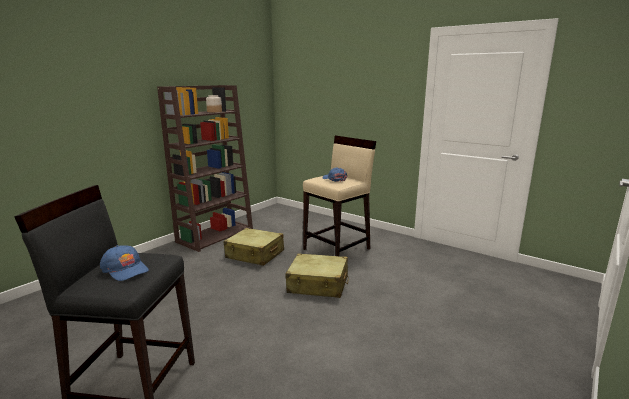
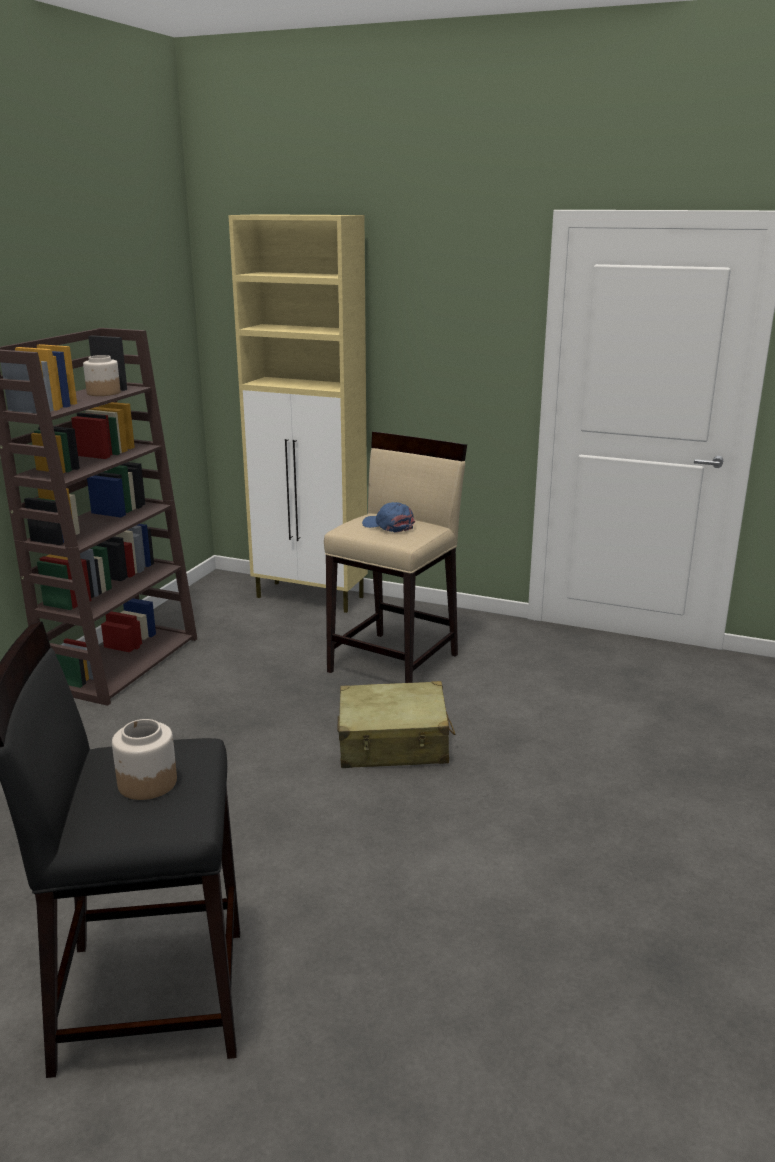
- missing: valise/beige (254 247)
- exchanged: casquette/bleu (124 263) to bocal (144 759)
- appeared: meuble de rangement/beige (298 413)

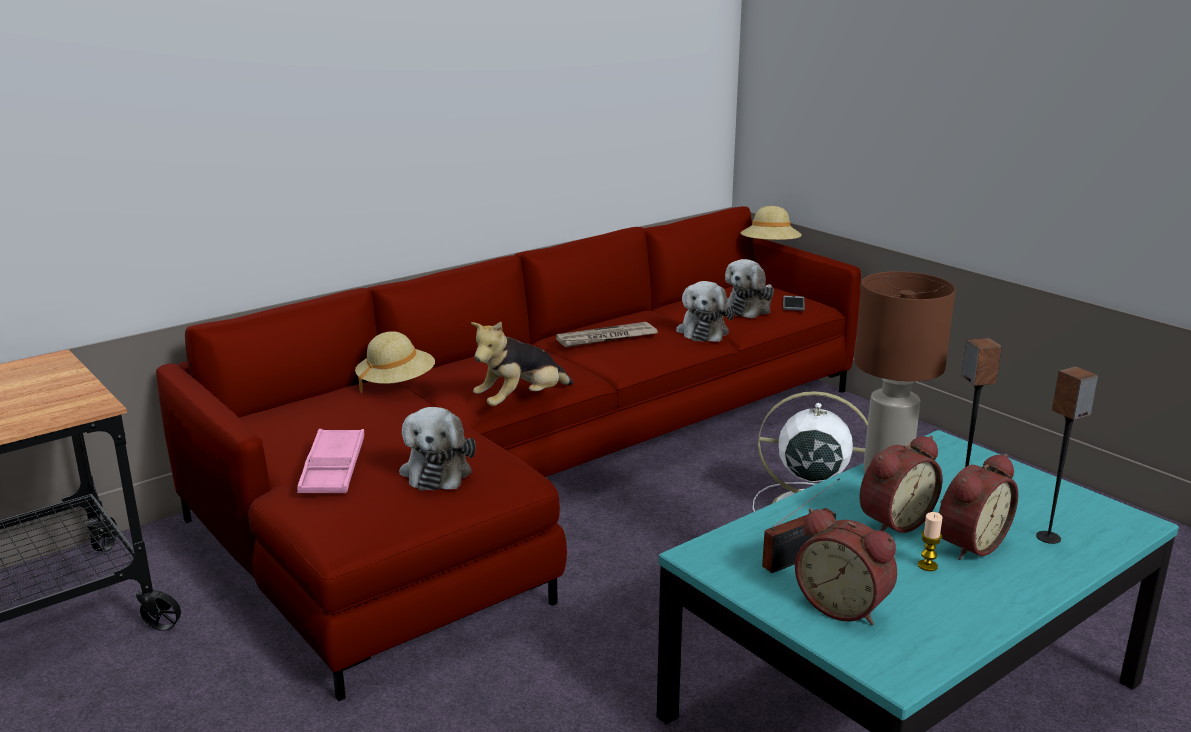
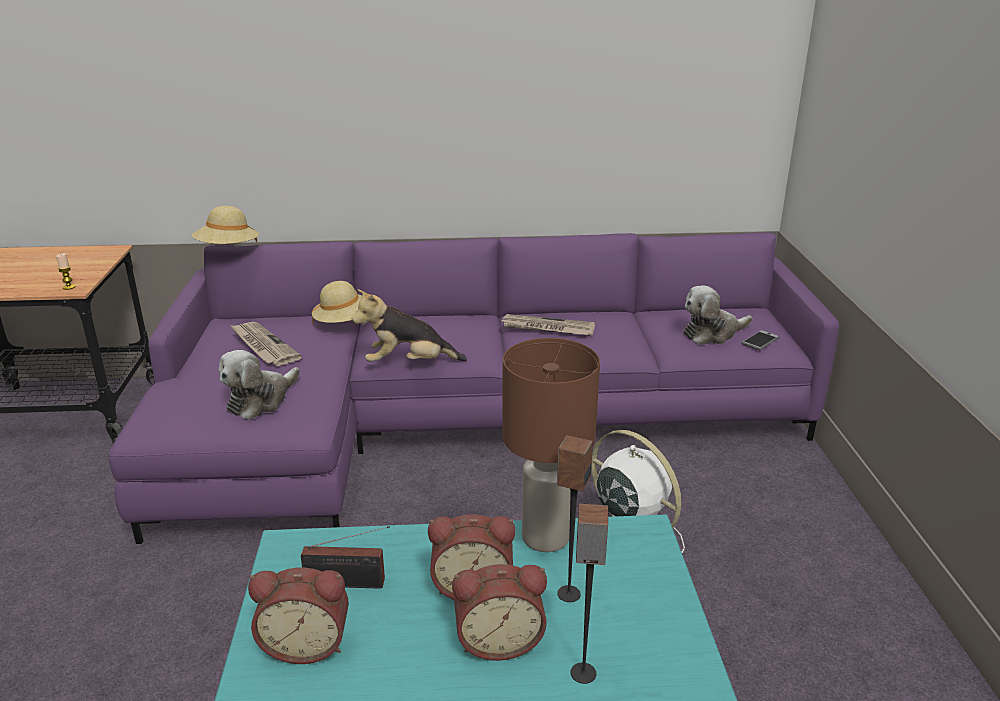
- colour: canapé/rouge (508 453) to canapé/violet (473 388)
- relocated: chapeau/beige (771 223) to (225 225)
- missing: peluche (705 311)
- missing: plateau/rose (330 461)
- spun: réveil (846 566) = (298 616) 75 degrees counterclockwise
- relocated: bougie (930 541) to (66 271)
- appeared: journal (266 344)

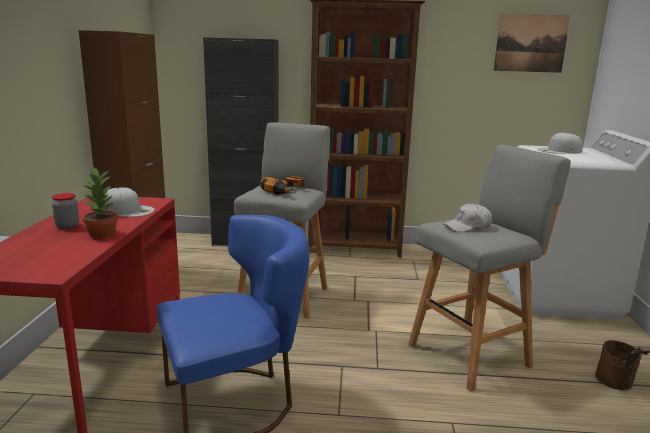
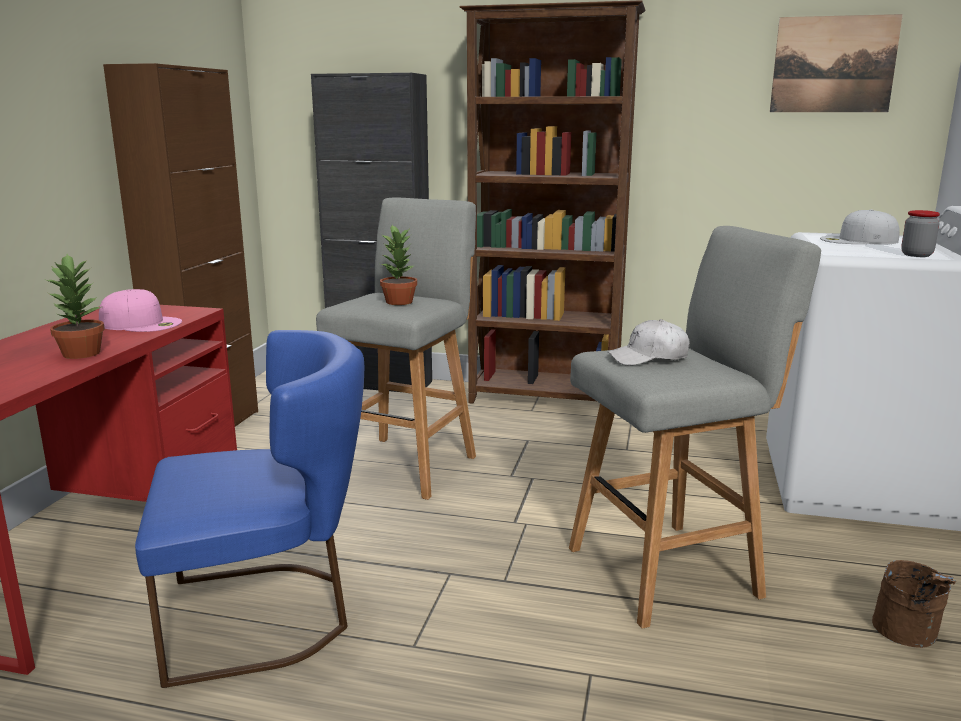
- exchanged: perceuse (282 185) to plante en pot (398 265)
- colour: casquette/blanc (128 202) to casquette/rose (140 310)
- relocated: bocal (65 211) to (920 233)

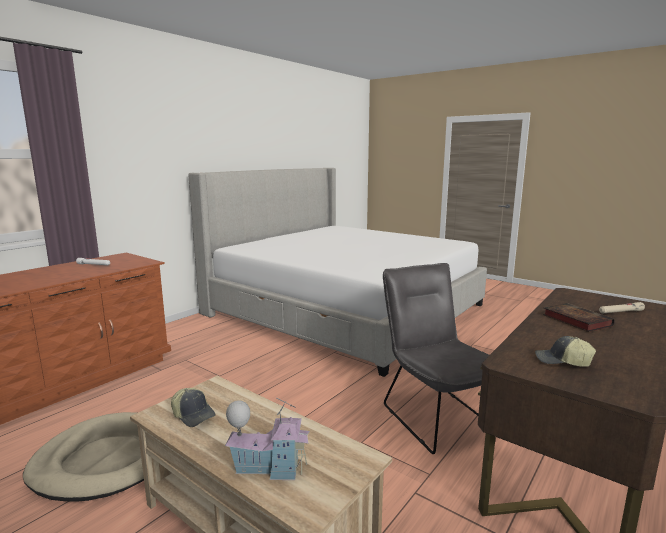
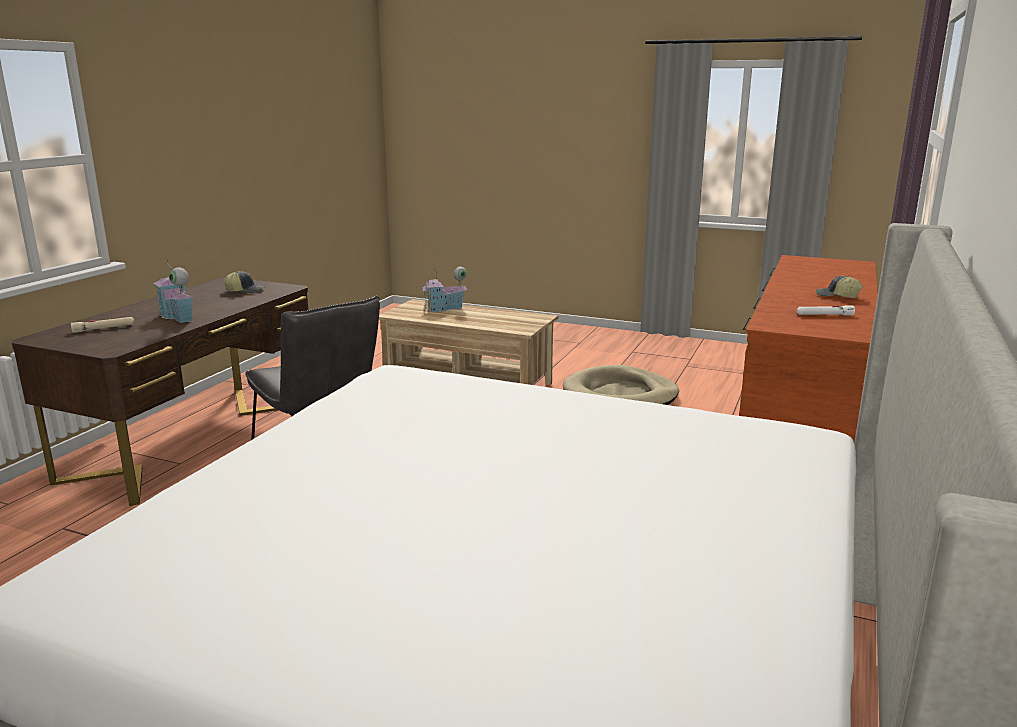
- exchanged: livre (579 317) to maison miniature (173 291)
- relocated: casquette (193 407) to (839 287)

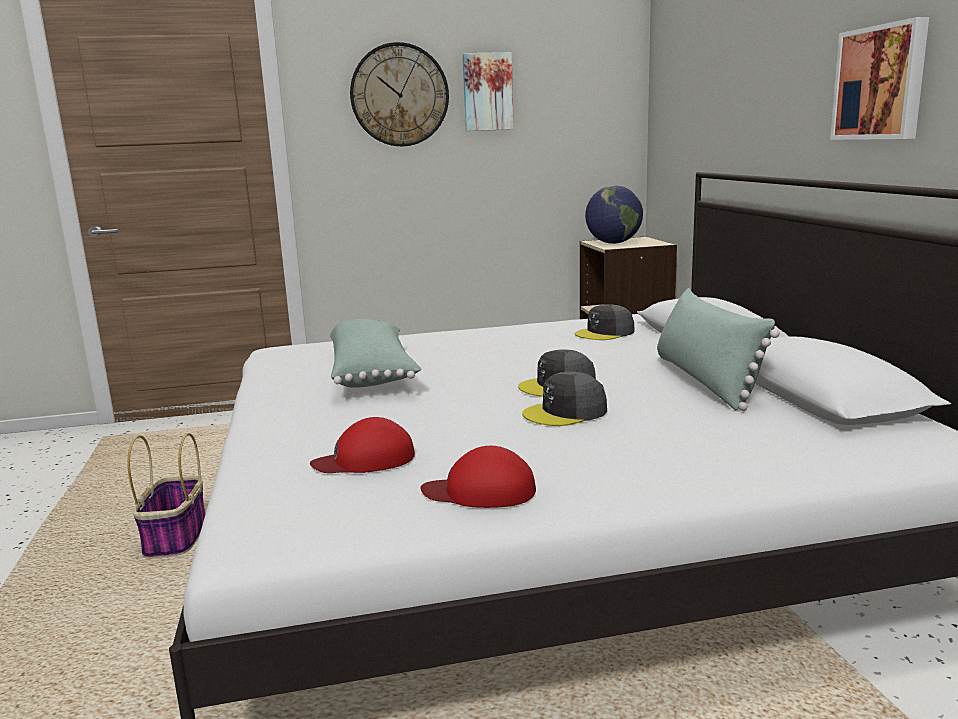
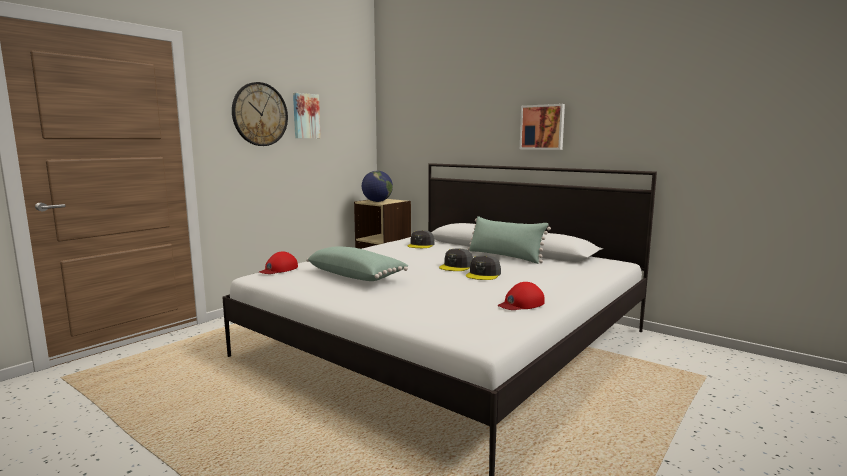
- relocated: casquette/rouge (362 445) to (278 262)
- missing: panier (166 496)

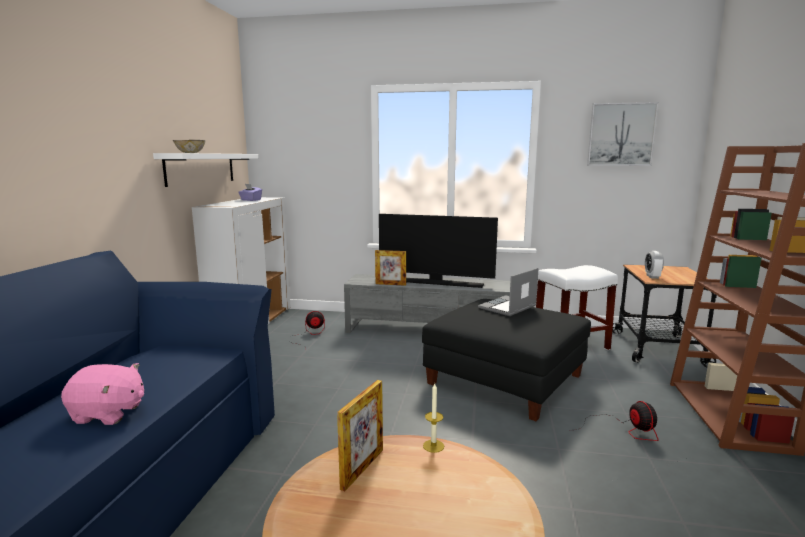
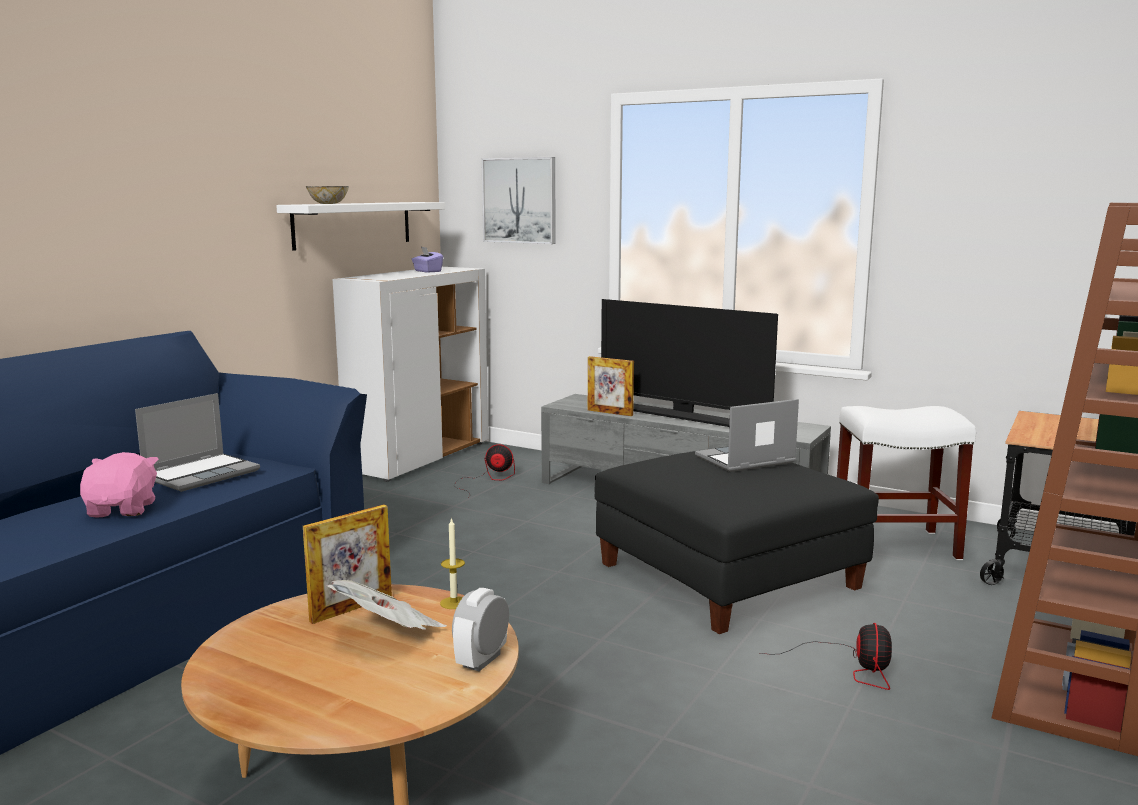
- relocated: tableau (623 134) to (518 200)
- relocated: réveil (654 265) to (480 629)
- spun: peluche/rose (102 394) = (119 484) 120 degrees counterclockwise
- appeared: ordinateur portable (197 442)
- appeared: journal (387 605)

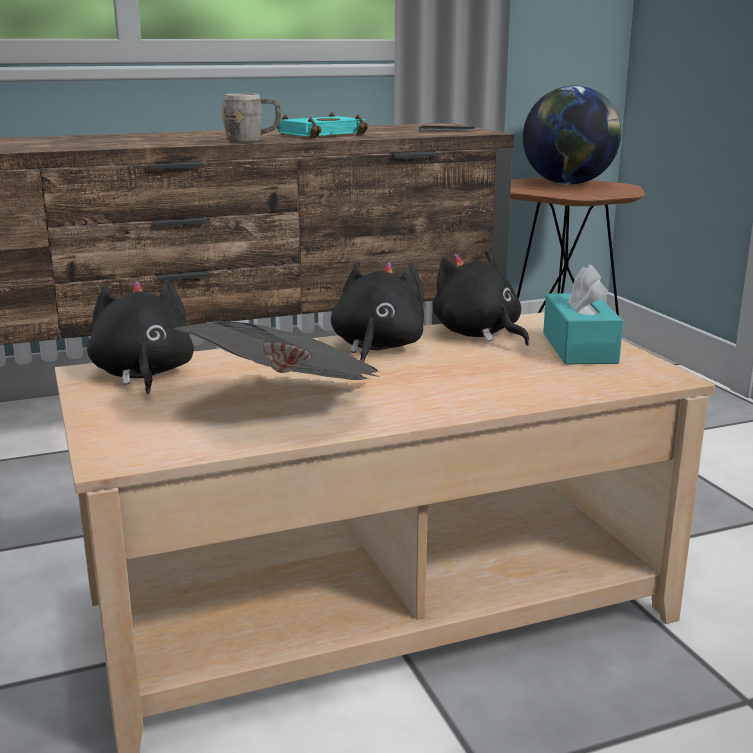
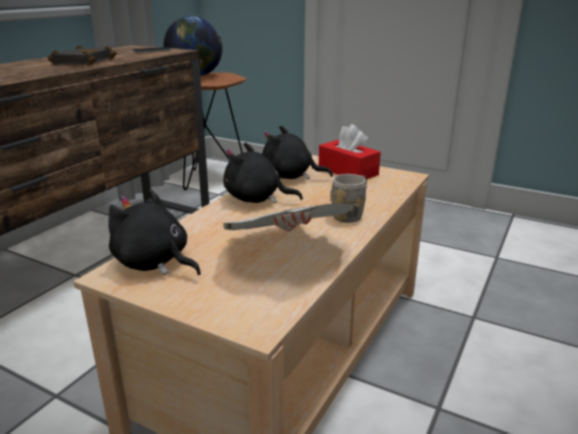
- relocated: mug/gris (251 118) to (348 198)
- colour: livre/turquoise (322 125) to livre/noir (82 55)
- spun: peluche/noir (377 311) = (263 173) 45 degrees counterclockwise
- colour: boîte à mouchoirs/turquoise (583 314) to boîte à mouchoirs/rouge (350 151)

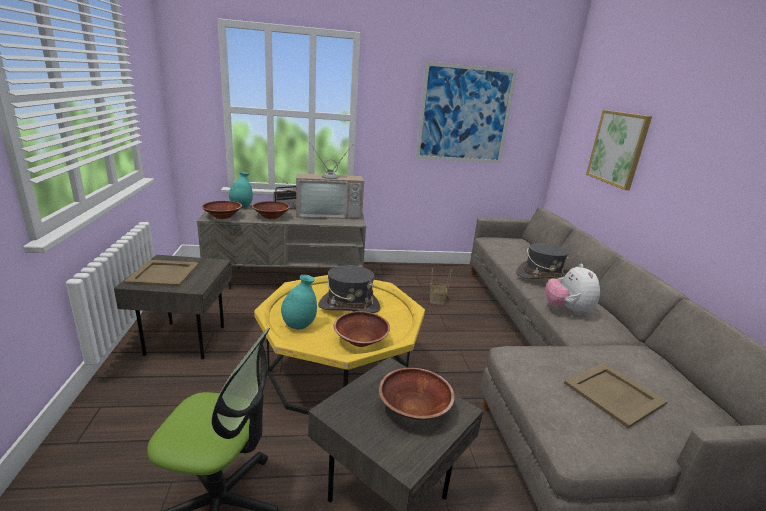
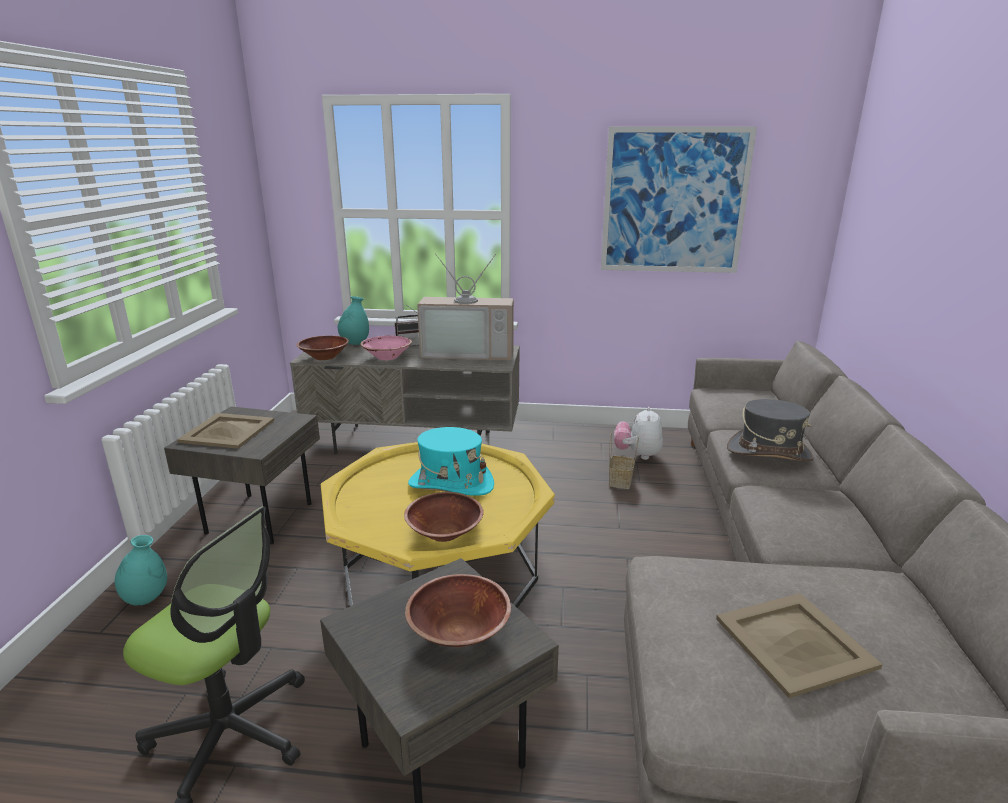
- missing: tableau (619 150)
- colour: bol/marron (271 210) to bol/rose (386 347)
- relocated: peluche (572 289) to (638 433)
- colour: chapeau/gris (349 289) to chapeau/turquoise (451 461)
- relocated: vase/turquoise (299 302) to (141 570)

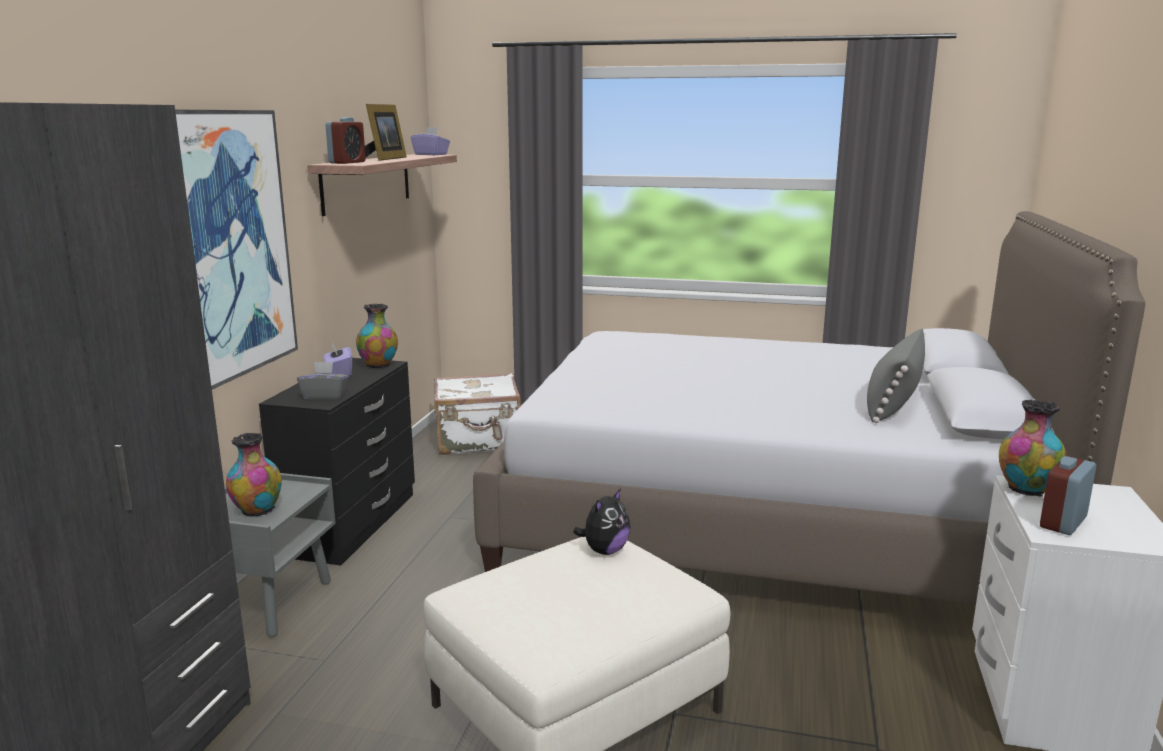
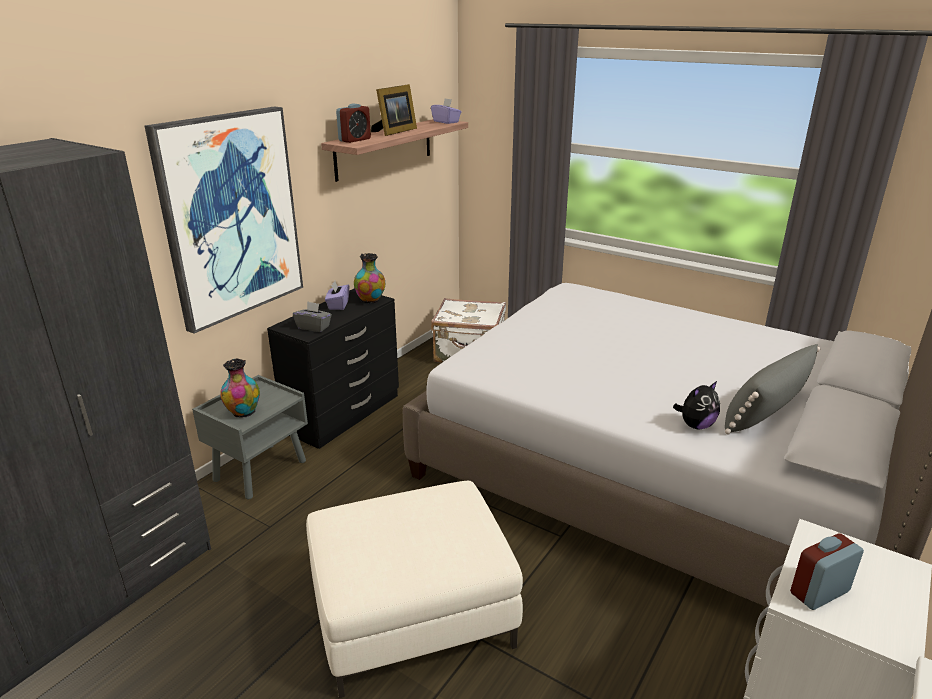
- missing: vase (1032 448)
- relocated: peluche (601 521) to (696 405)

